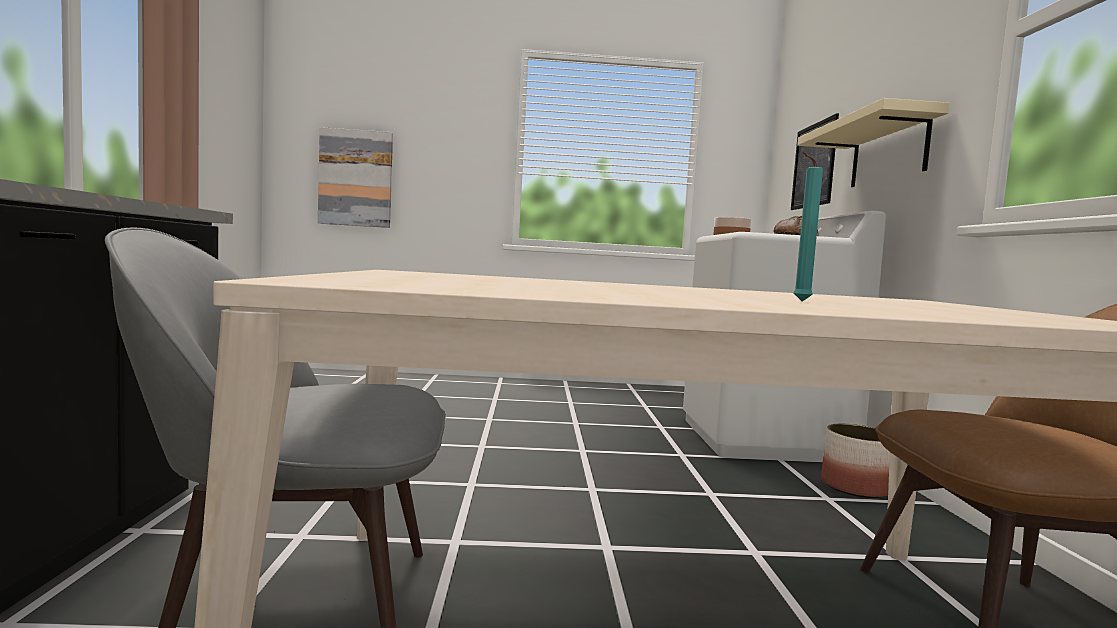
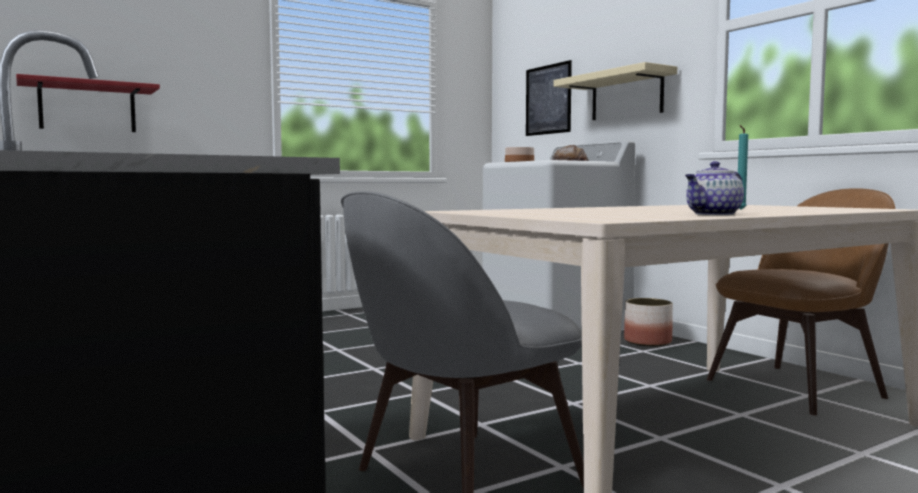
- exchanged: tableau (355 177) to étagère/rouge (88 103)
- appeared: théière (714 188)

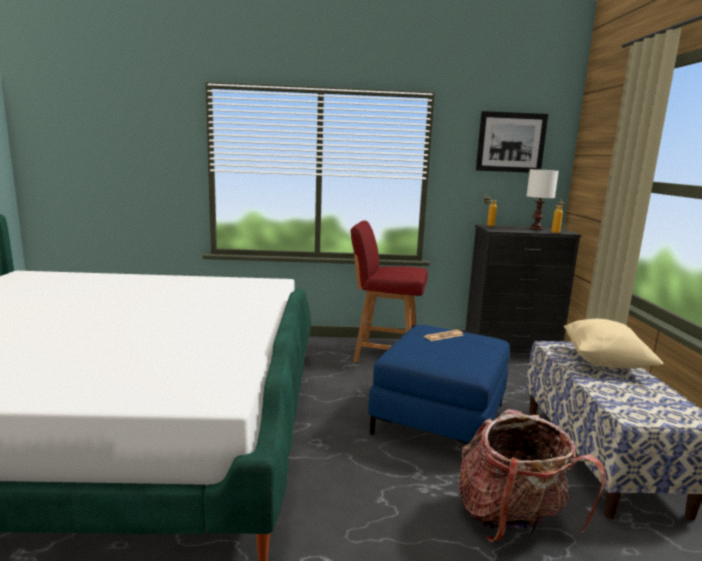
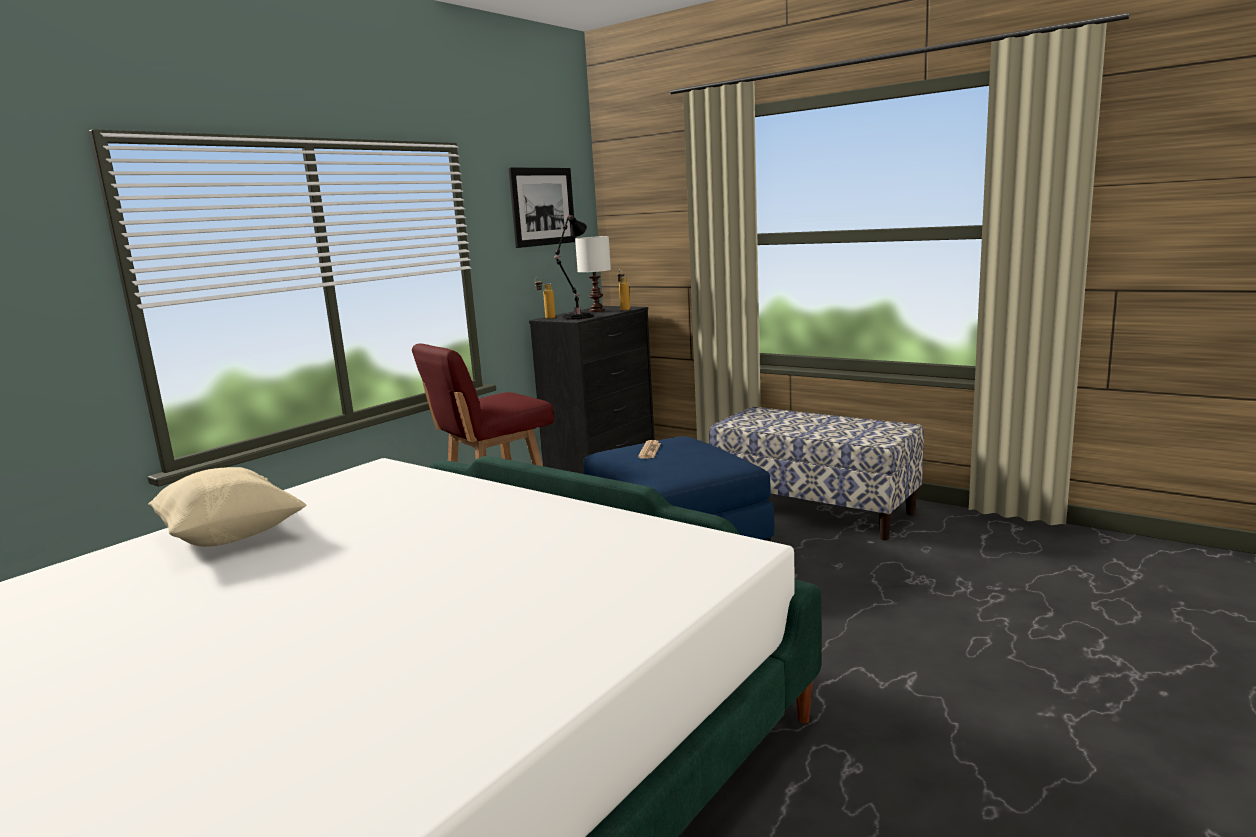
- relocated: coussin/beige (614 343) to (227 507)
- missing: sac à dos (532 475)
- appeared: lampe de table/noir (573 266)

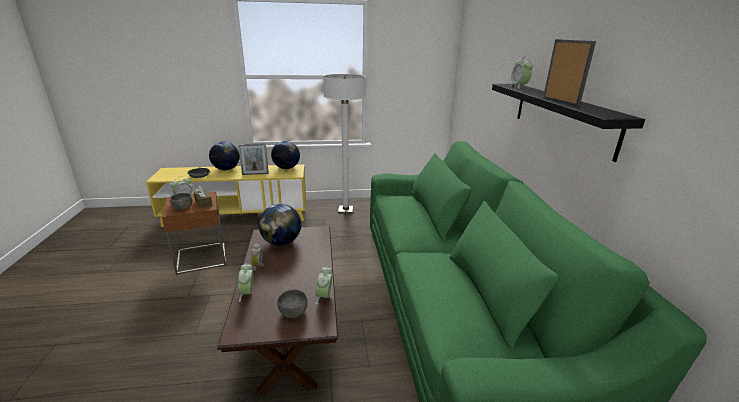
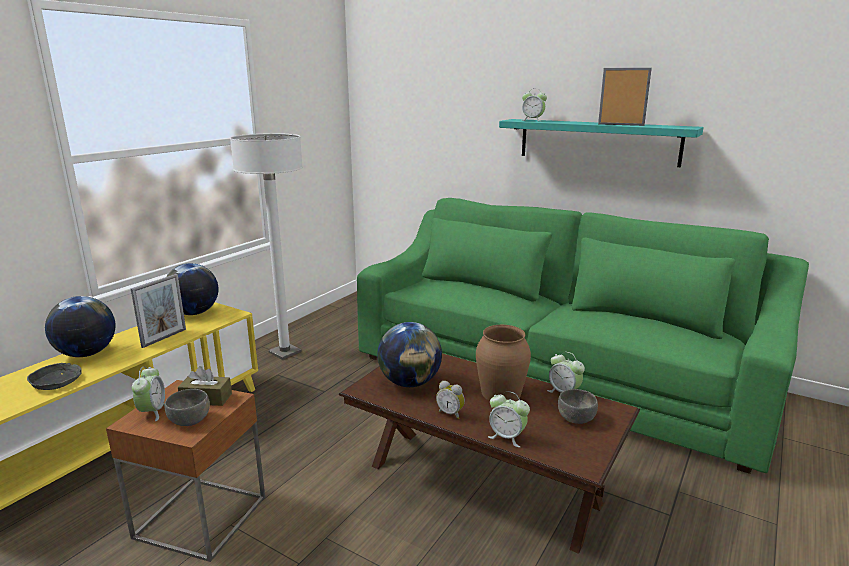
- colour: étagère/noir (568 123) to étagère/turquoise (601 143)
- appeared: vase/marron (503 363)

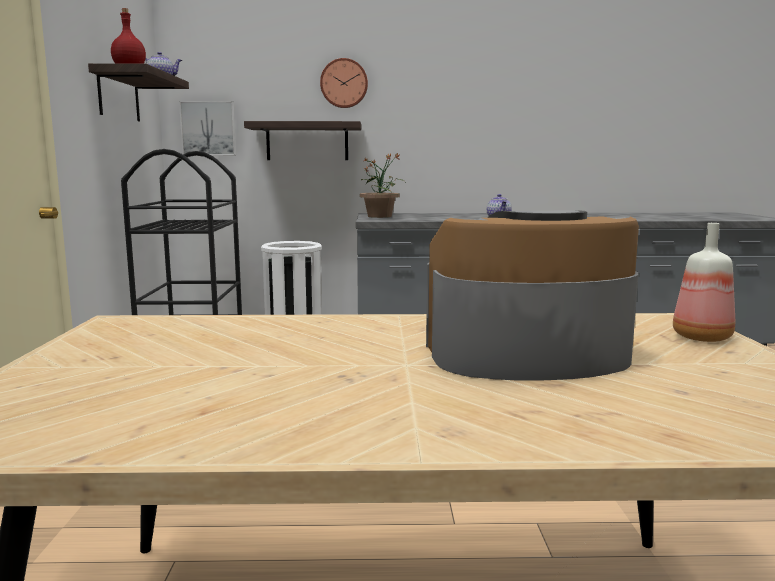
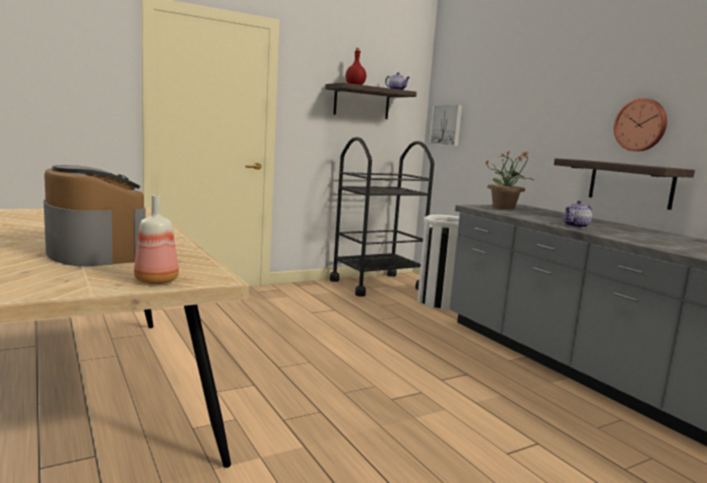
- relocated: horloge murale (344 83) to (640 124)
- relocated: étagère (302 140) to (624 184)

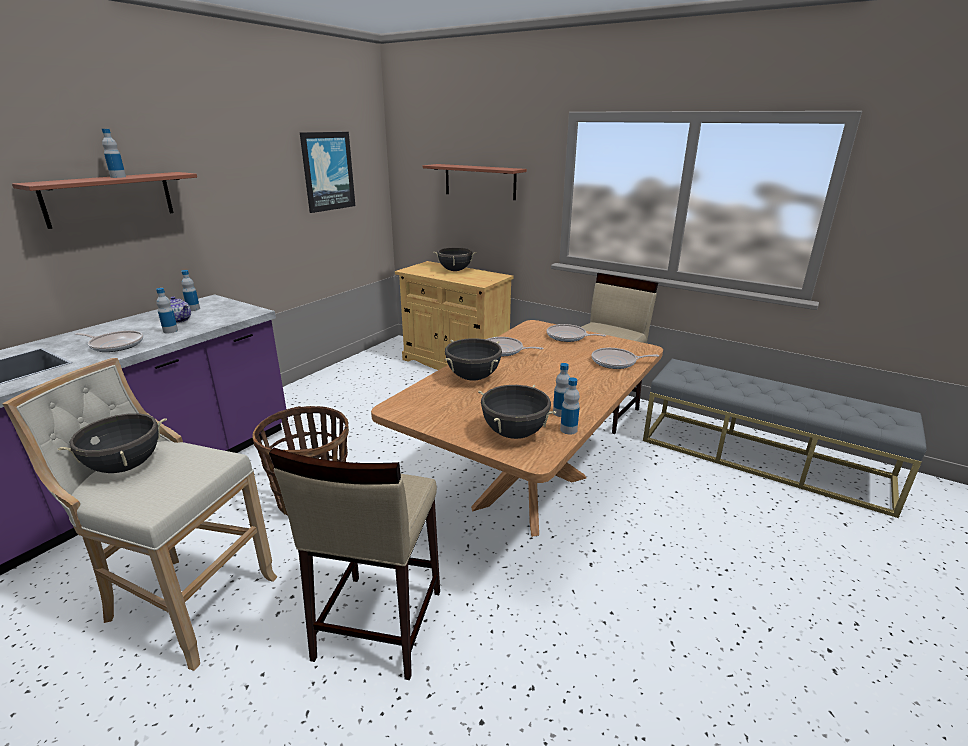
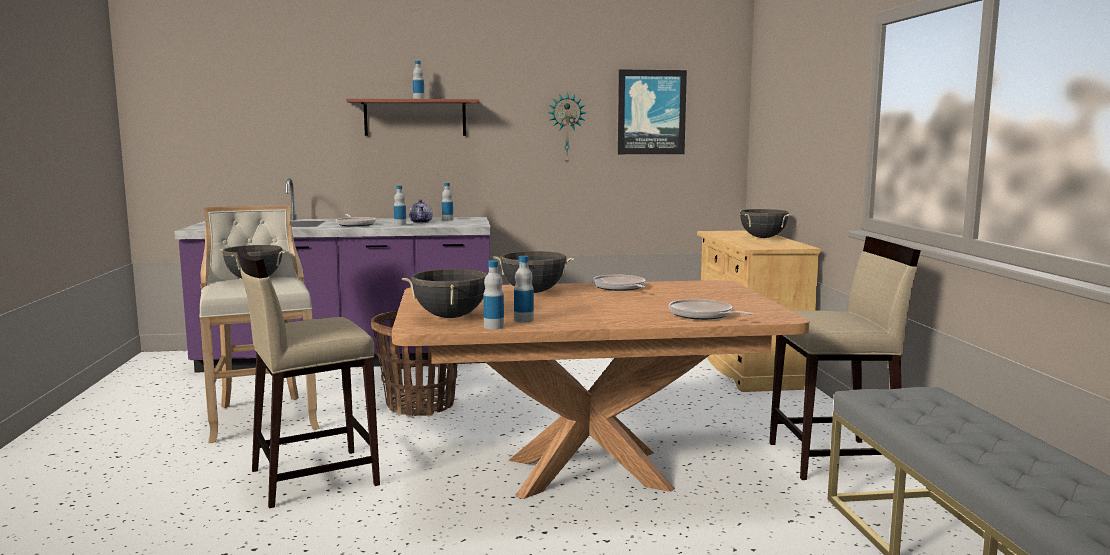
- missing: étagère (475 182)
- missing: poêle (576 333)
- appeared: horloge murale (567 127)

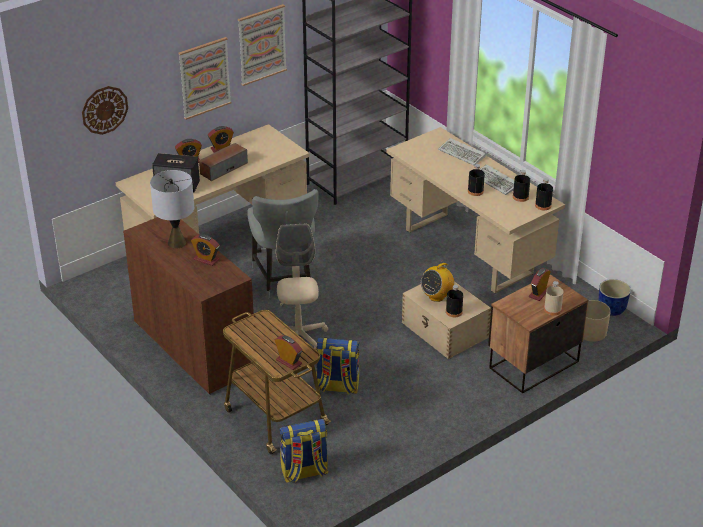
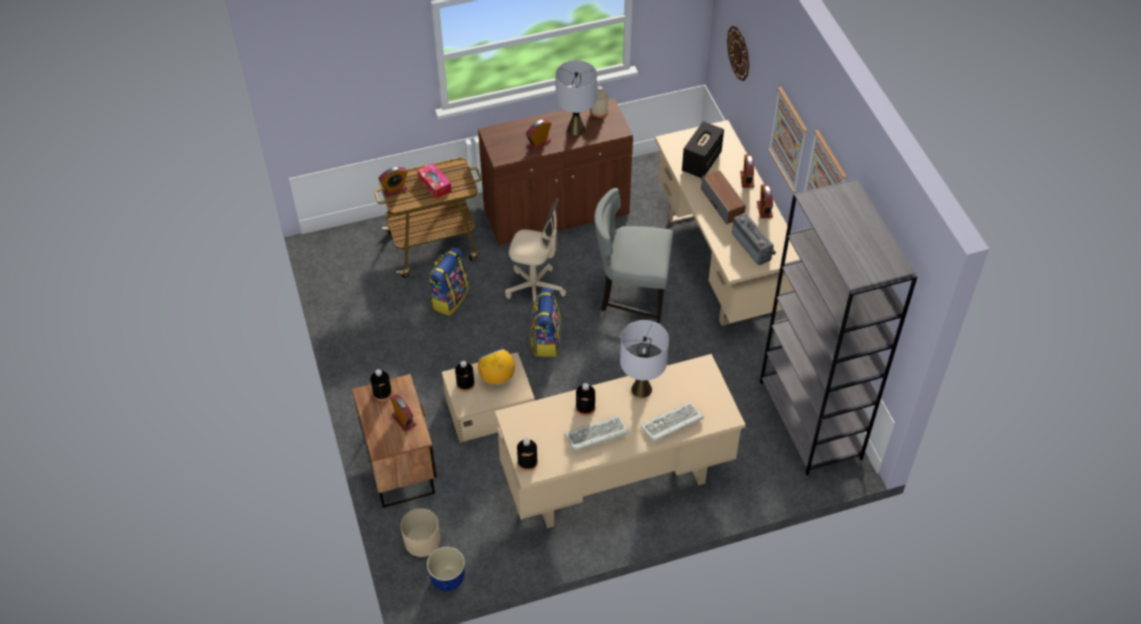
- relocated: bouteille/noir (521 186) to (381 385)
- relocated: bouteille/beige (554 298) to (599 102)
- relocated: sac à dos (304 451) to (545 322)
- appeared: boîte à mouchoirs (434 181)
- appeared: radio (754 239)
- appeared: lampe de table/gris (644 359)

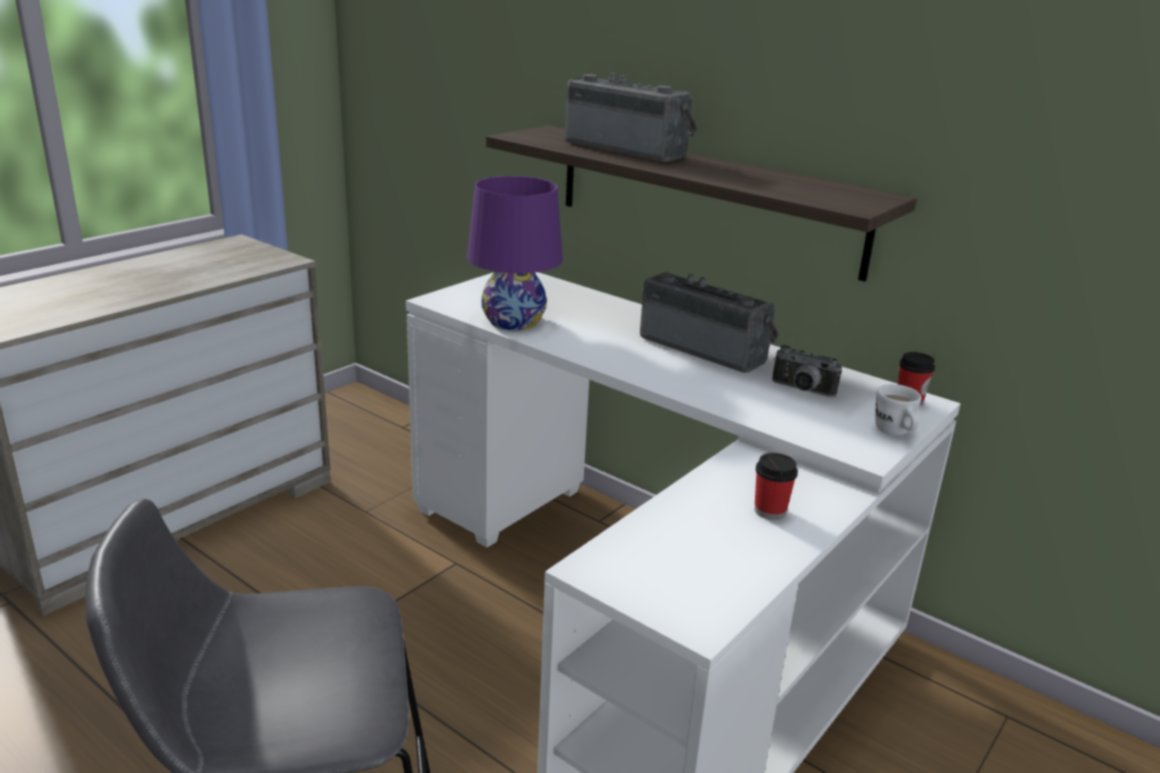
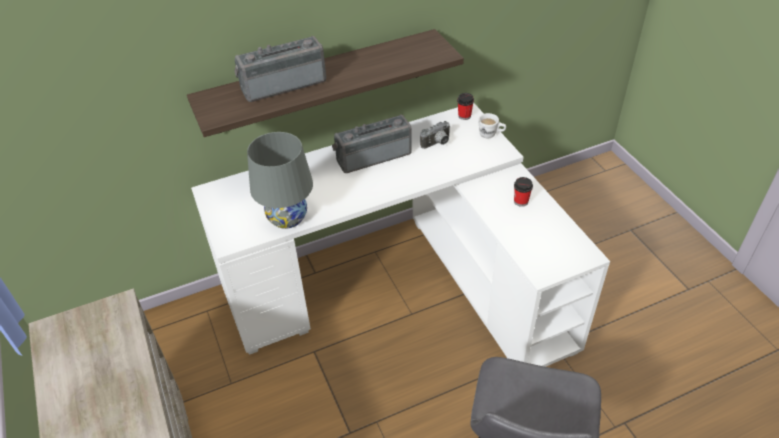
- colour: lampe de table/violet (515 253) to lampe de table/gris (280 180)

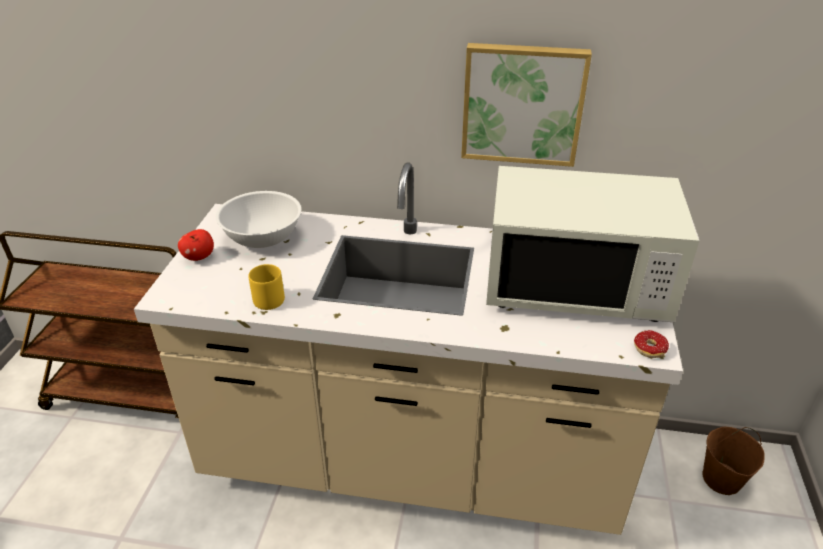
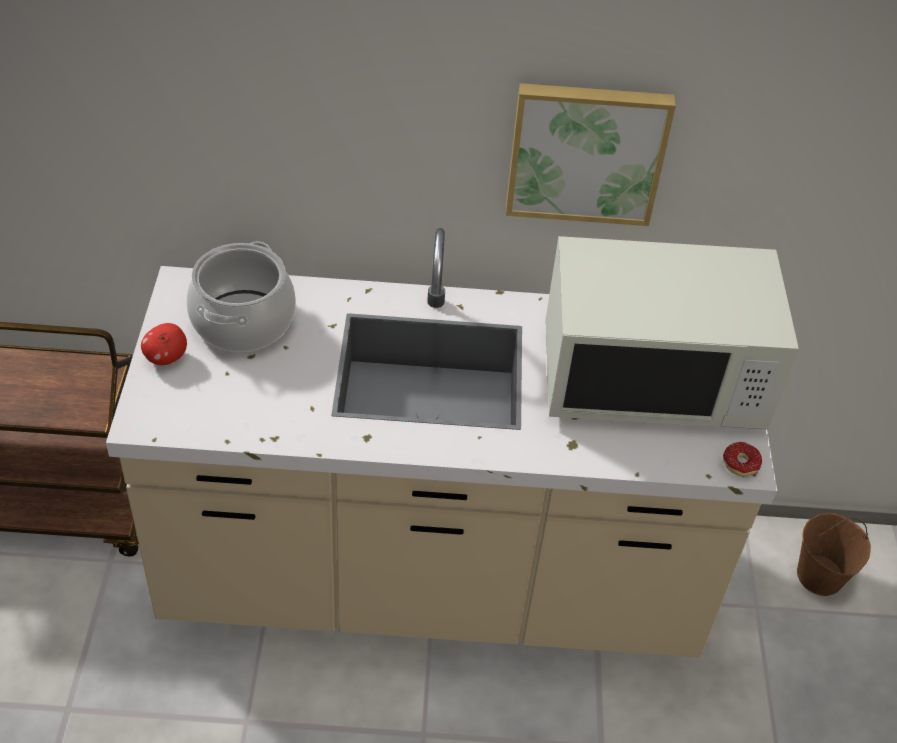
- exchanged: bol/blanc (258 219) to marmite (241 296)
- missing: mug/jaune (266 287)

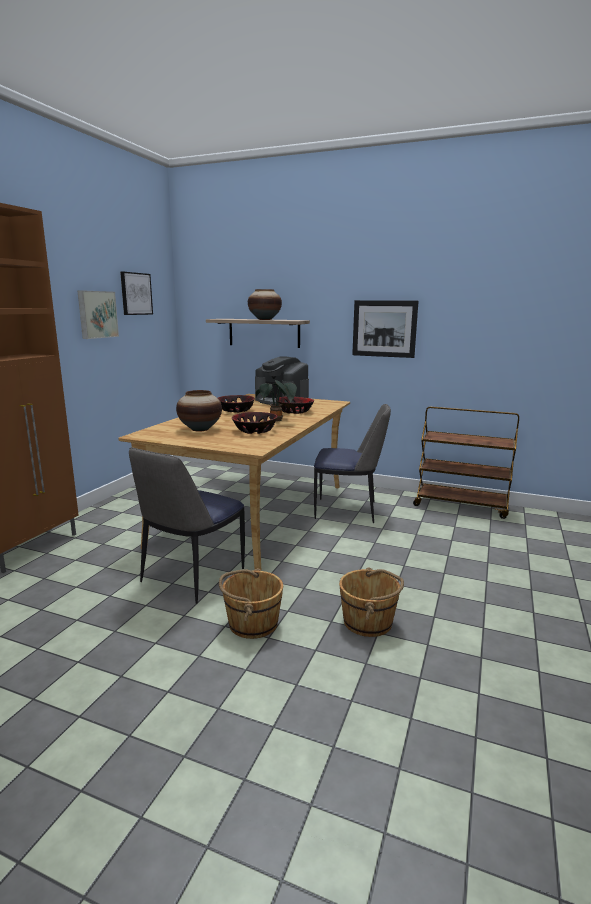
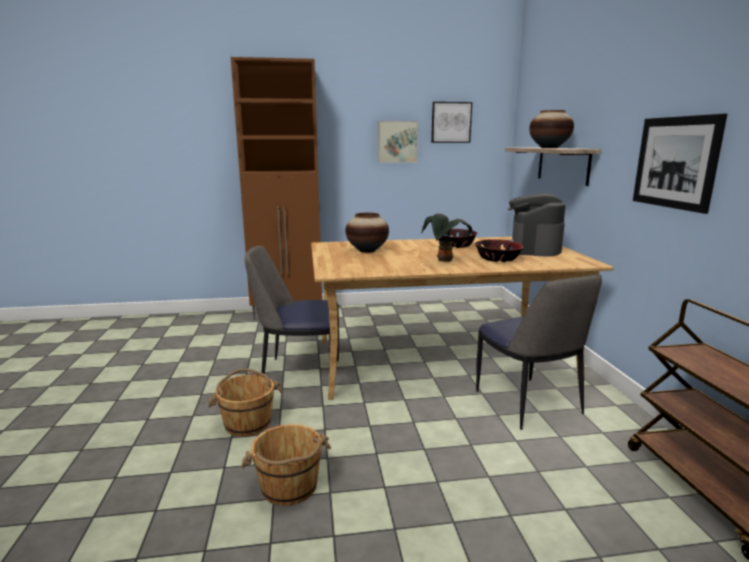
- missing: bol (255 423)

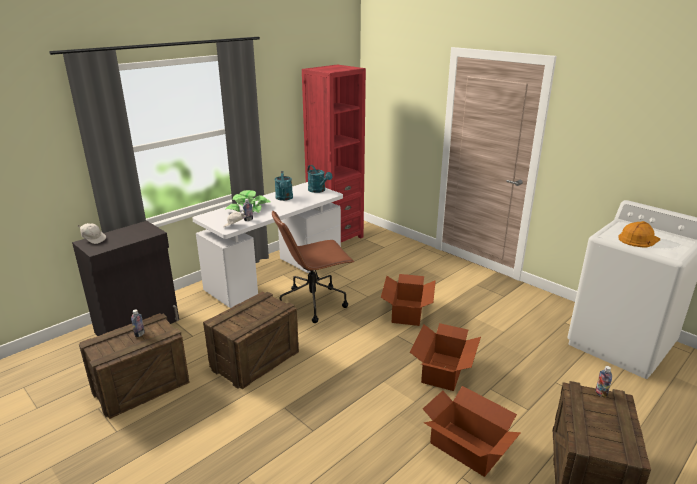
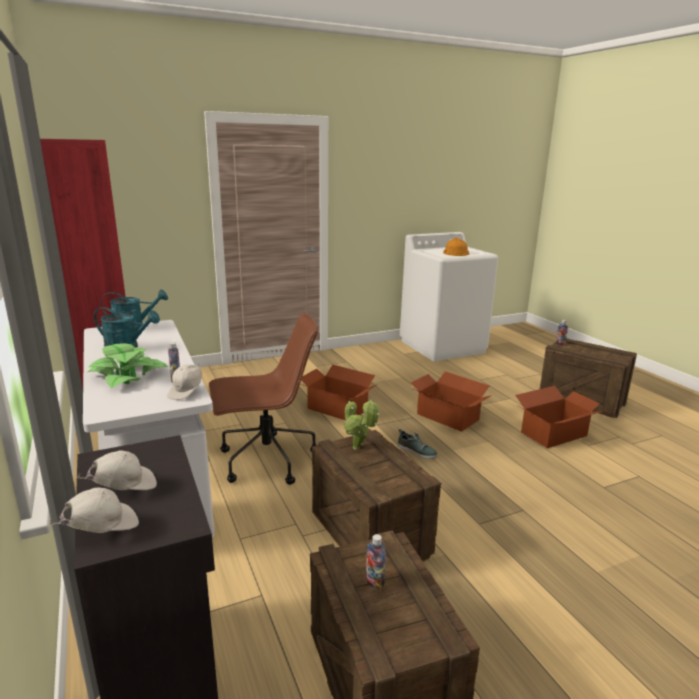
- spun: chaise de bureau/marron (313 267) = (263 399) 105 degrees counterclockwise
- appeared: plante en pot (361 424)
- appeared: chaussure (417 444)
- appeared: casquette/blanc (117 470)

